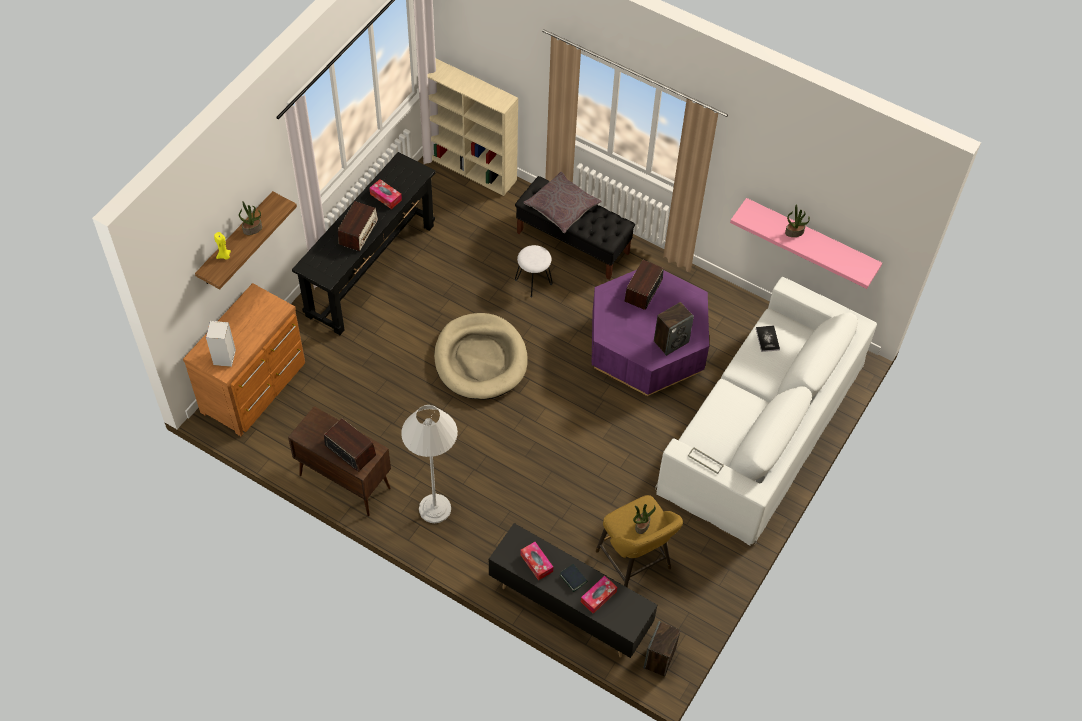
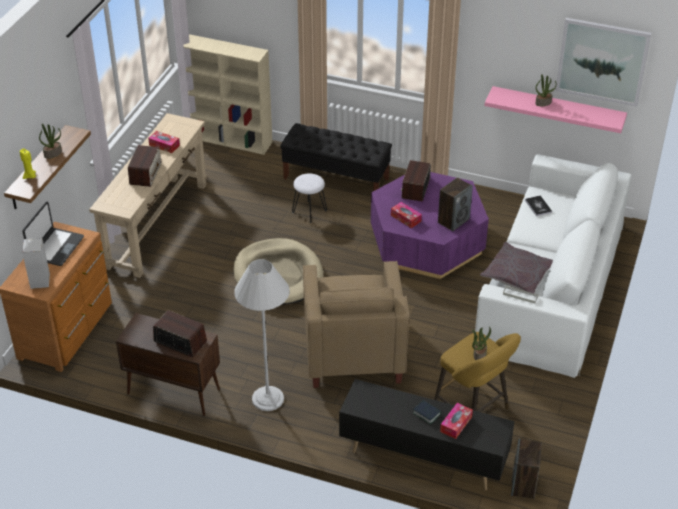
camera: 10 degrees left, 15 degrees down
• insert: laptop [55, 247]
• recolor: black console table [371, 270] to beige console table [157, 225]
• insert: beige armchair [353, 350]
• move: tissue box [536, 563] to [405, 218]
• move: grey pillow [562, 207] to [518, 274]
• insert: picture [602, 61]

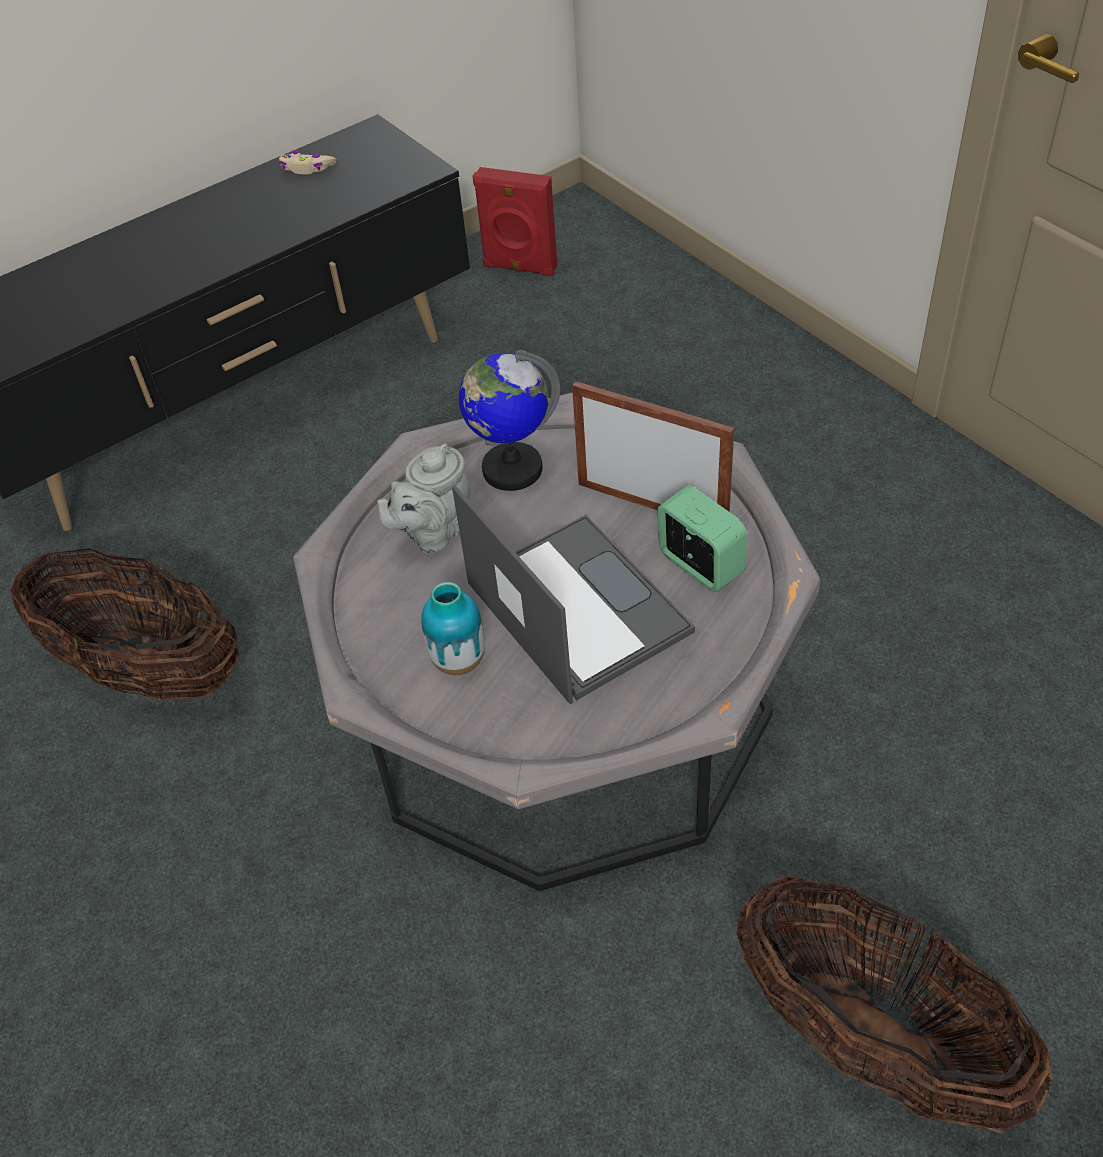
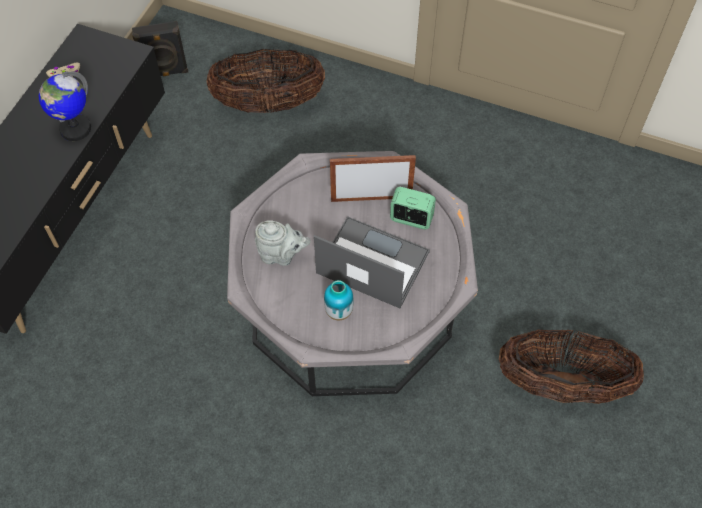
camera: 35 degrees left, 10 degrees up
• move: globe [511, 469] to [75, 129]
• recolor: red speaker [519, 268] to black speaker [166, 73]
• move: basket [148, 671] to [269, 104]
• rotate: grey teapot [434, 533] = [281, 255] 90 degrees counterclockwise

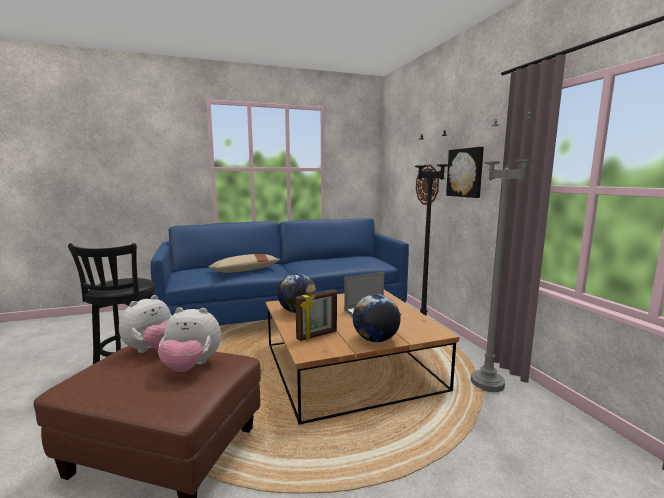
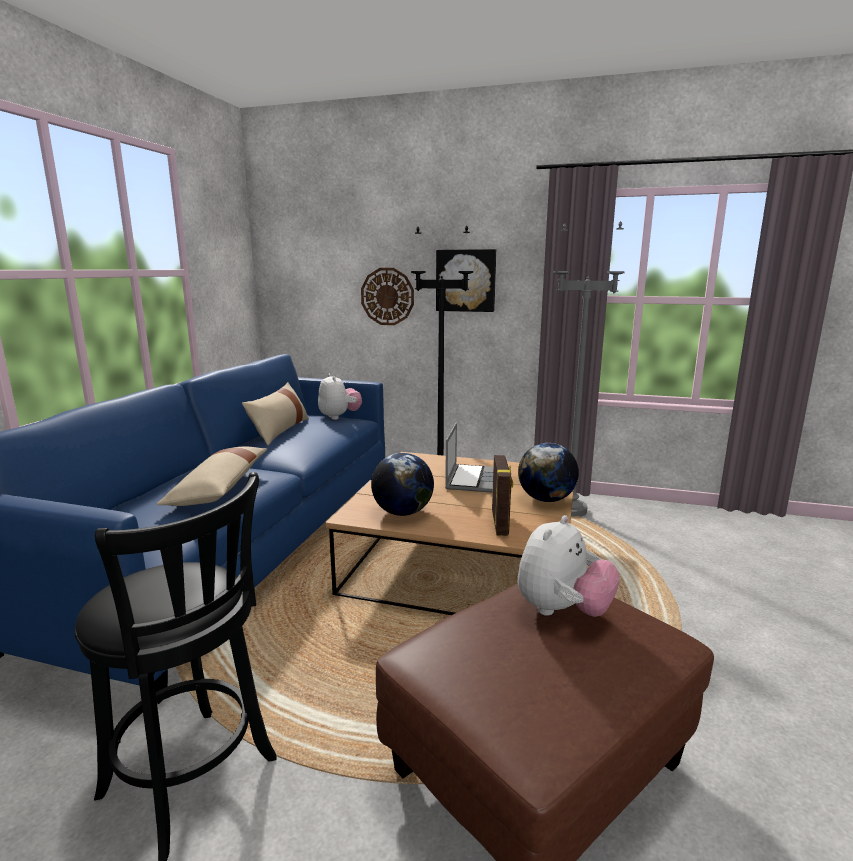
camera: 55 degrees left, 5 degrees up
• insert: beige pillow [280, 430]
• move: plush toy [153, 350] to [339, 417]

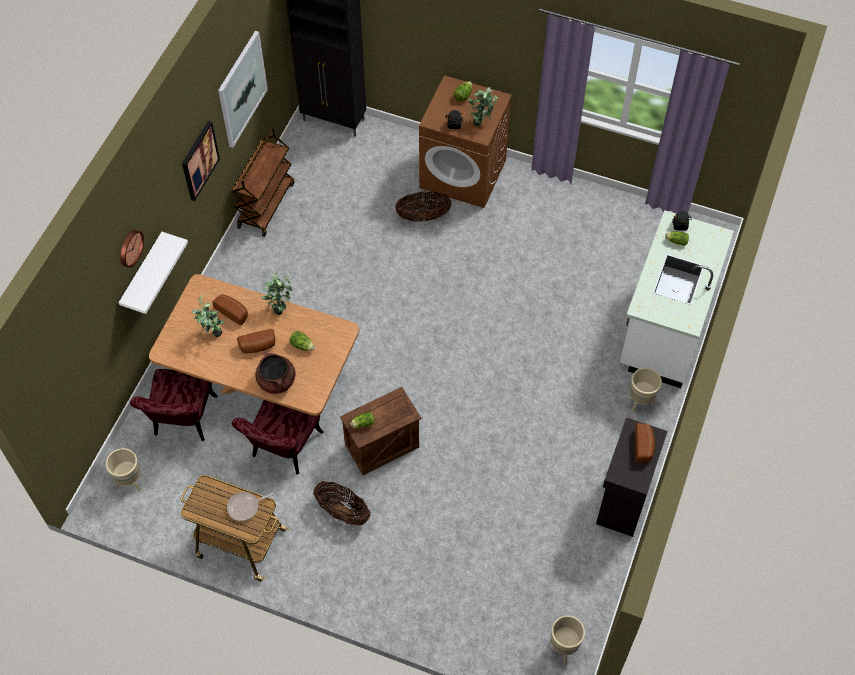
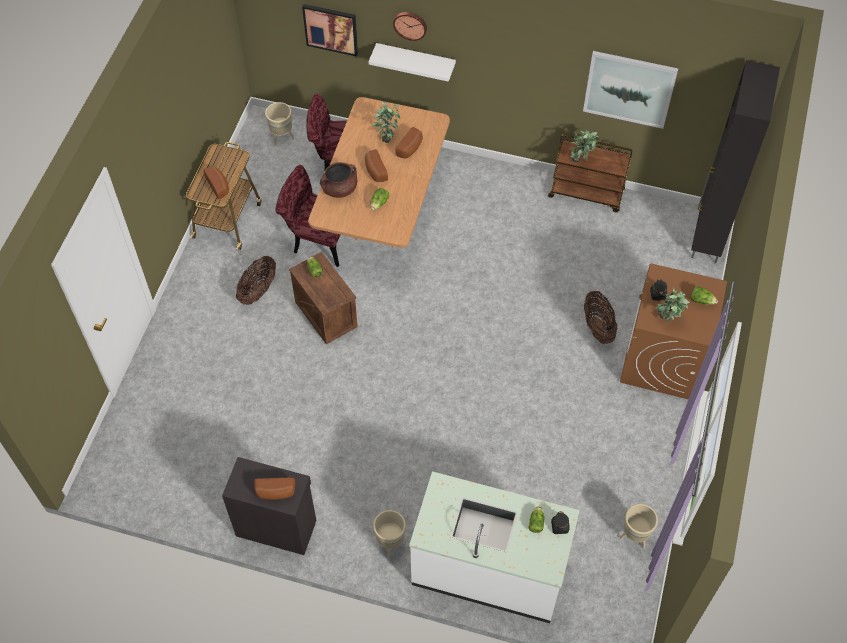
camera: 85 degrees right, 0 degrees up
• replace: frying pan [245, 507] to bread [219, 185]
• move: picture [199, 160] to [331, 29]
• move: potted plant [280, 307] to [581, 160]
• move: beige planter [563, 648] to [634, 536]

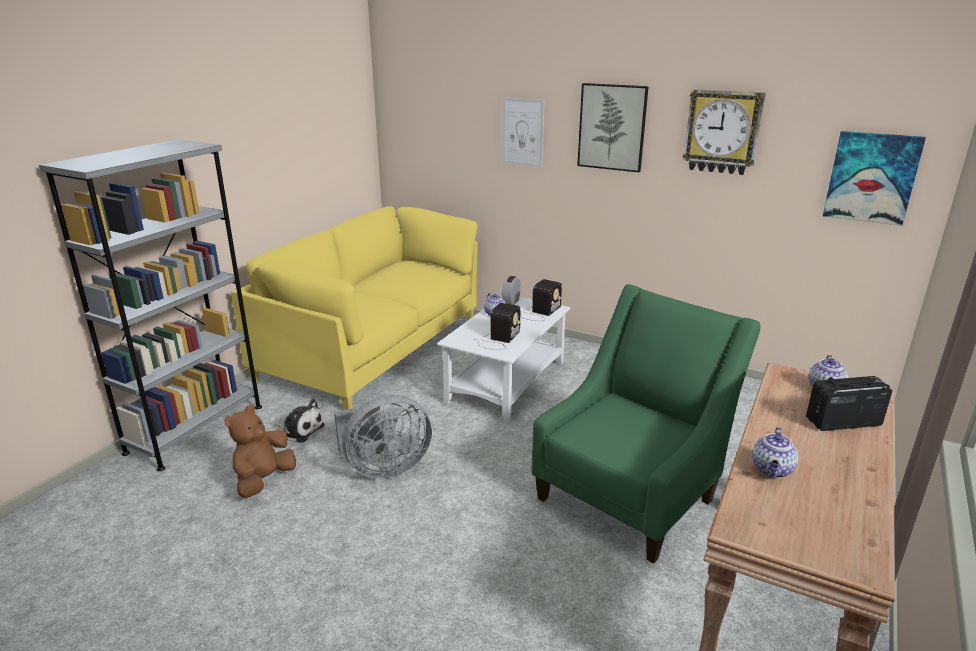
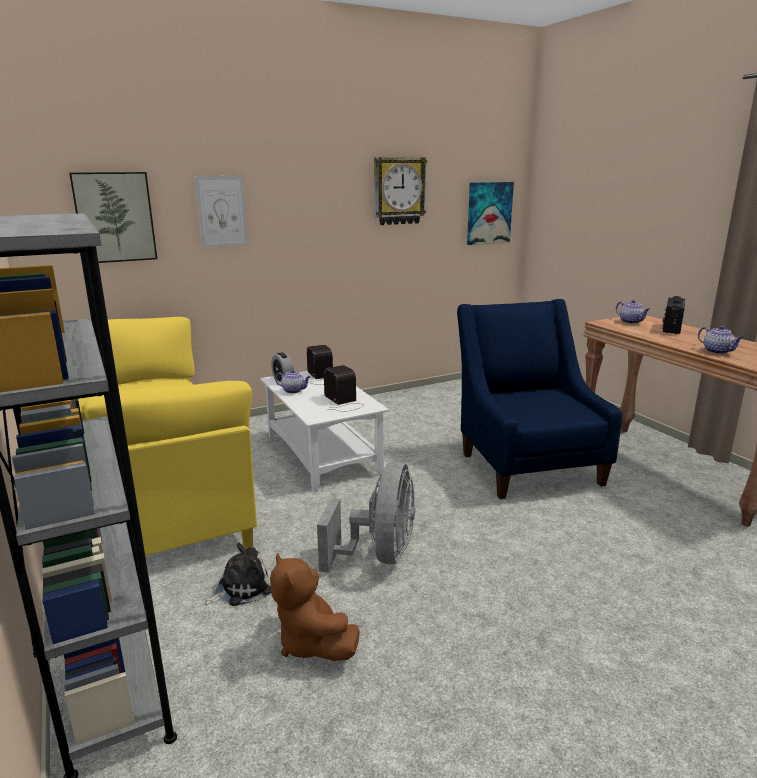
camera: 55 degrees left, 5 degrees down
• move: picture [612, 127] to [114, 217]
• recolor: green armchair [632, 493] to blue armchair [526, 464]

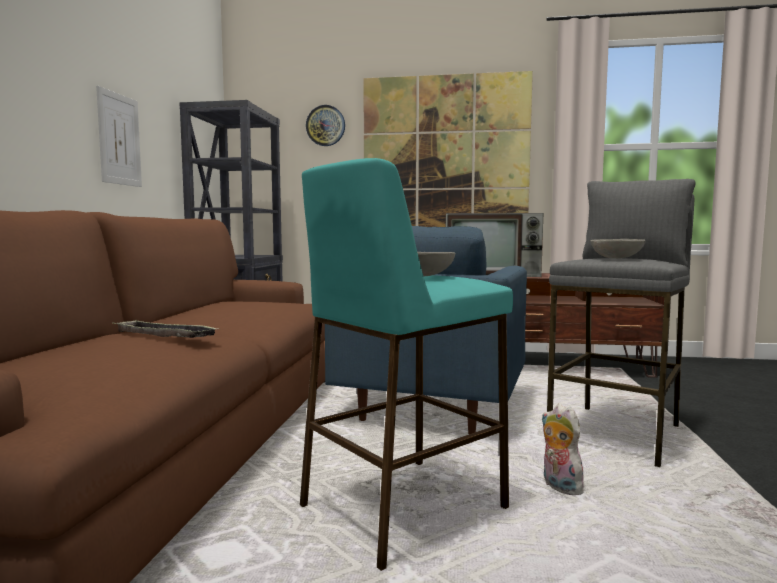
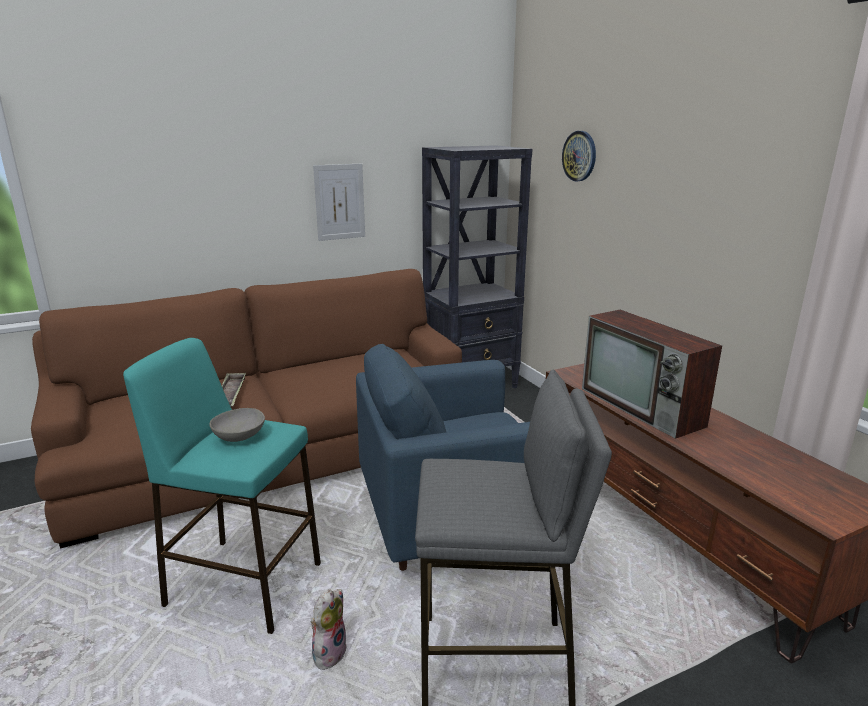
camera: 55 degrees right, 15 degrees up
• delete: picture [445, 160]
• delete: grey bowl [617, 258]

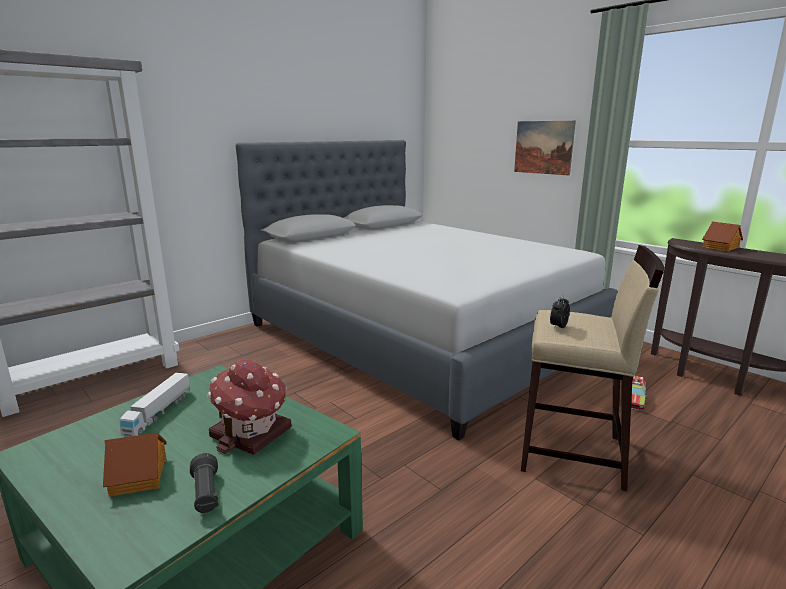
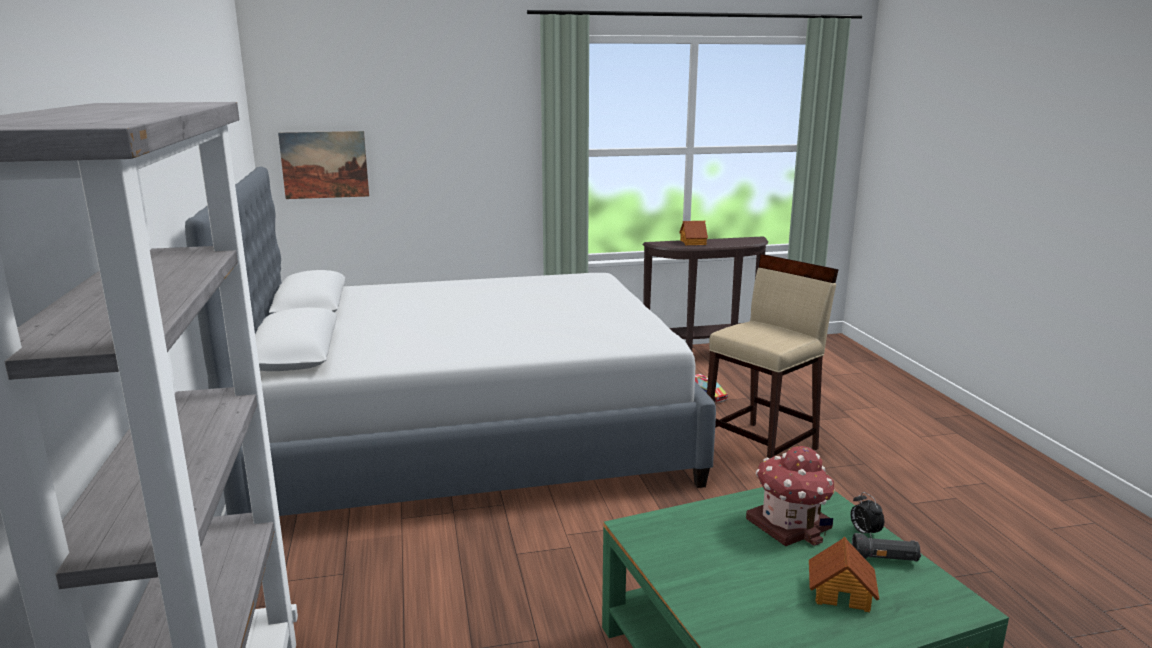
camera: 60 degrees left, 0 degrees up
• move: picture [543, 147] to [324, 165]
• move: alarm clock [558, 327] to [864, 532]
• delete: toy truck [159, 413]

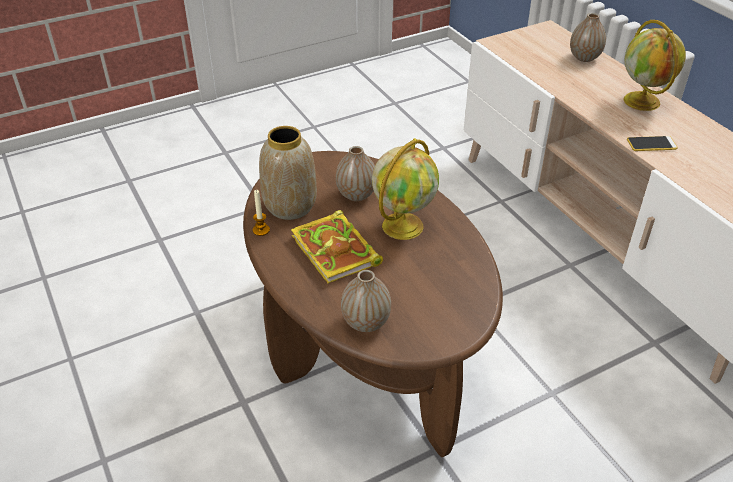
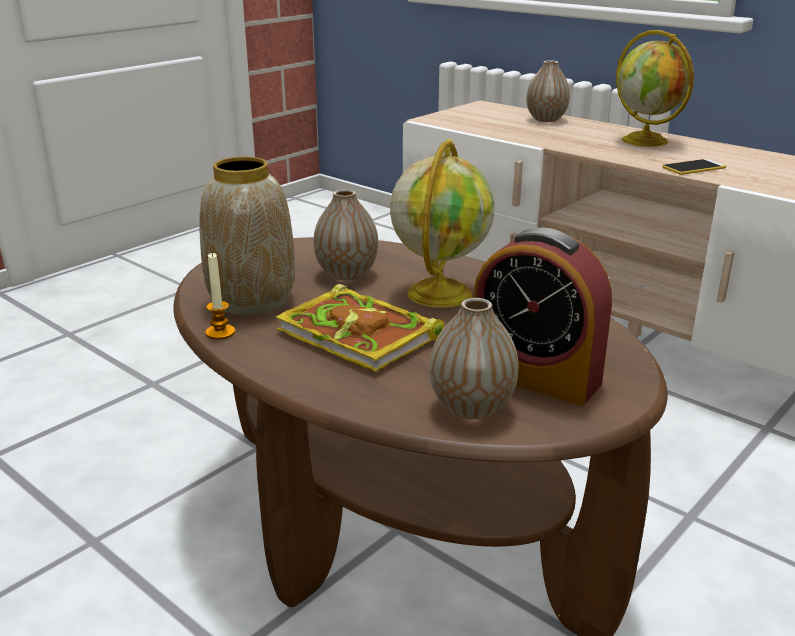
camera: 20 degrees left, 15 degrees down
• insert: alarm clock [535, 376]

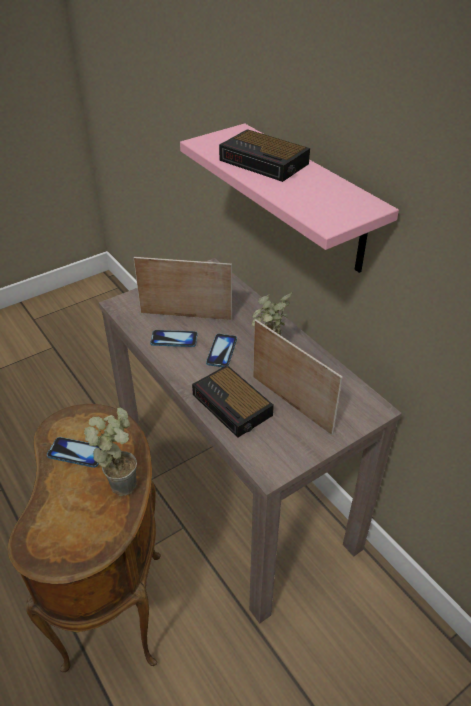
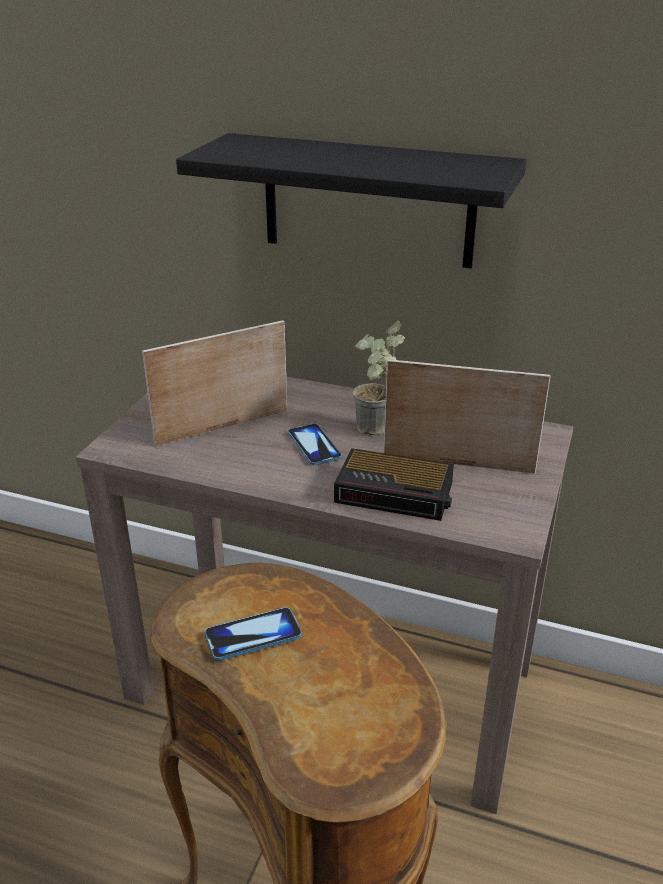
camera: 35 degrees left, 10 degrees down
• recolor: pink shelf [309, 199] to black shelf [368, 201]
• delete: potted plant [122, 480]
• delete: phone [174, 339]
• delete: alarm clock [265, 162]

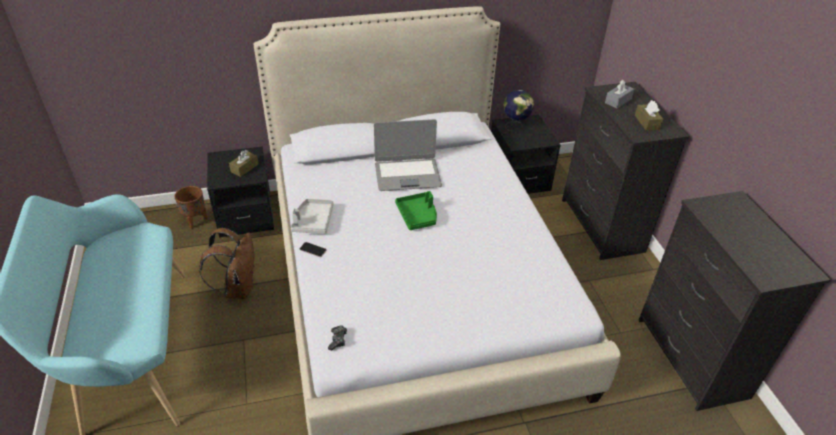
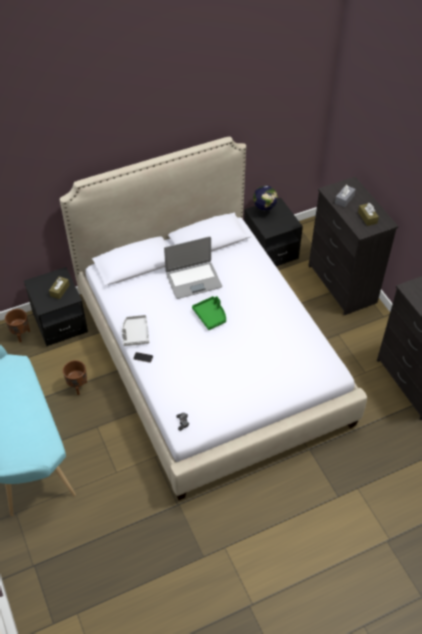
camera: 10 degrees left, 10 degrees up
• replace: brown backpack [238, 288] to brown planter [78, 386]

